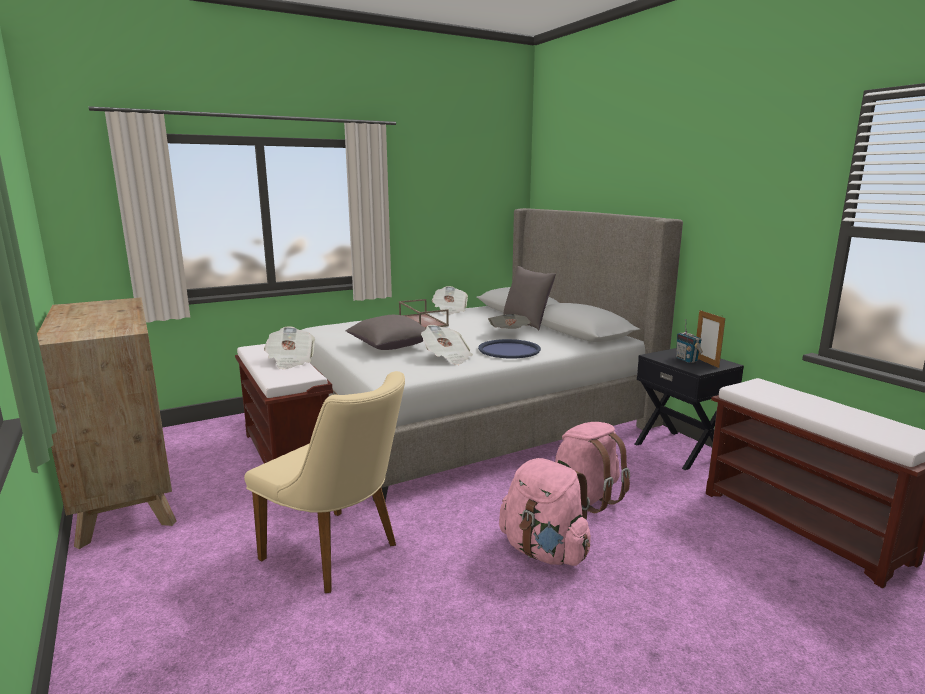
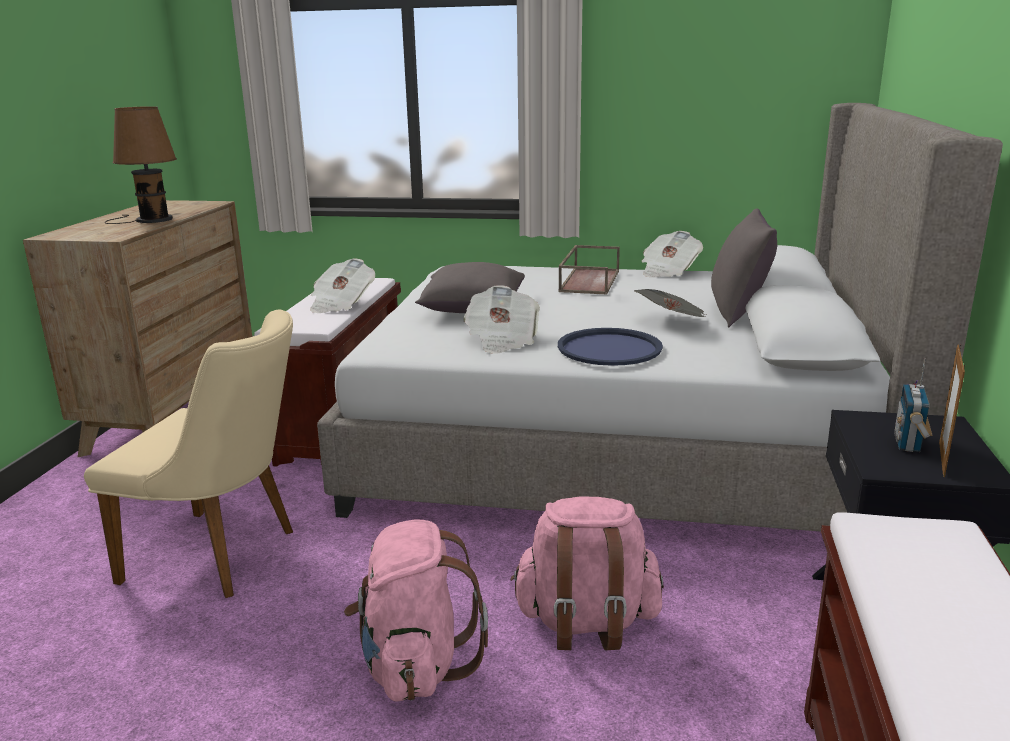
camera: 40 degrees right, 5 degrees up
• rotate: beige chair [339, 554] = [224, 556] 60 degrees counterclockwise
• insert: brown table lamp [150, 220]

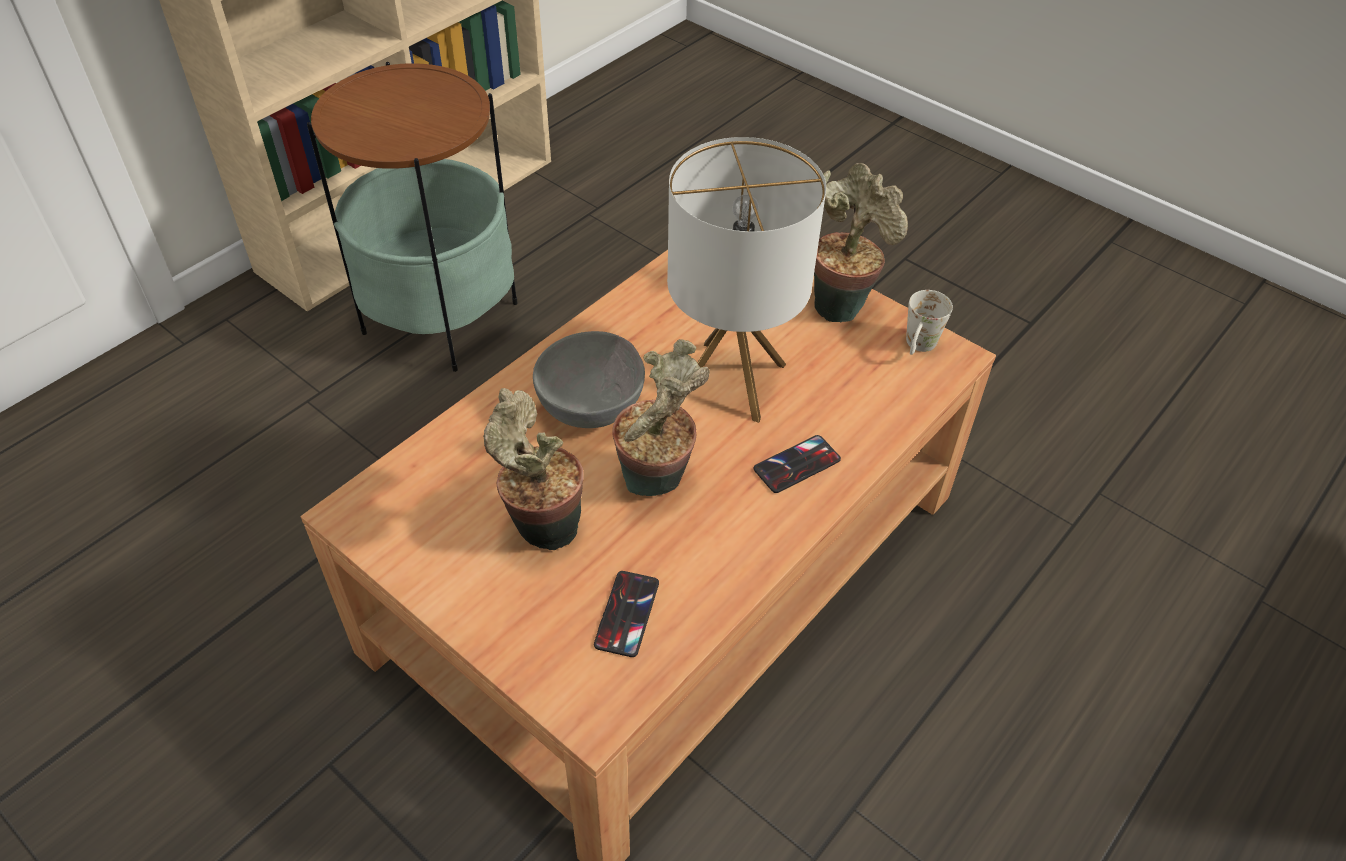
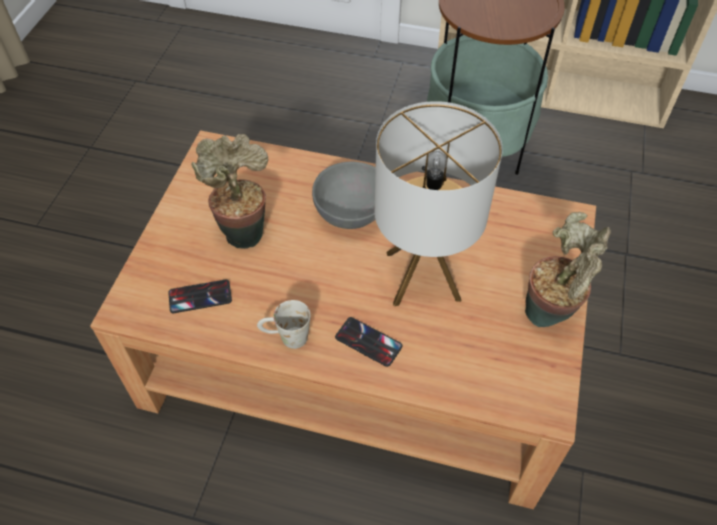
camera: 65 degrees right, 5 degrees up
• move: white mug [918, 348] to [286, 338]
• delete: potted plant [657, 484]

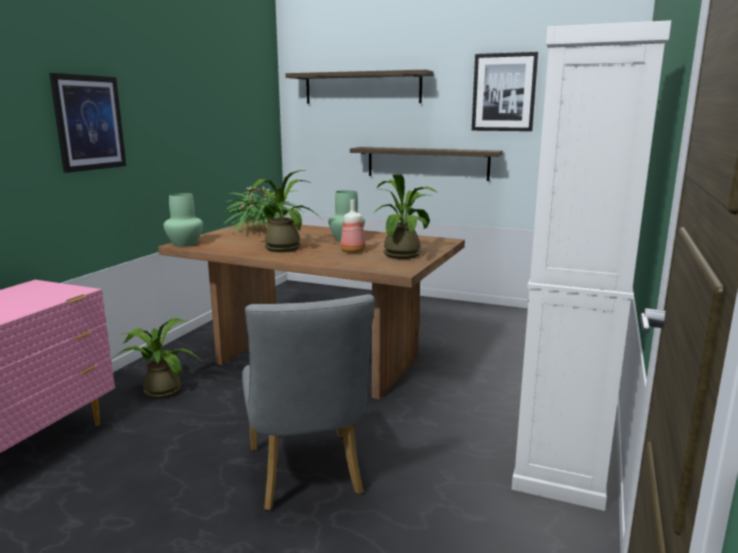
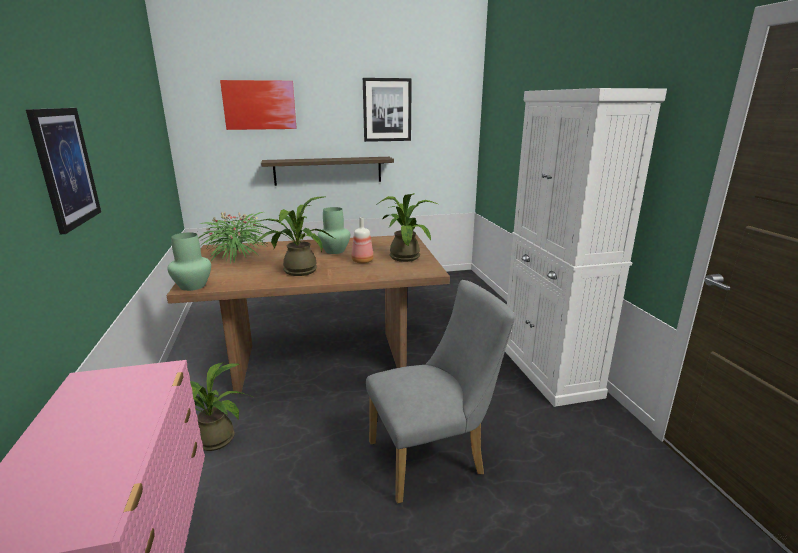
camera: 35 degrees left, 5 degrees up
• replace: shelf [362, 88] to picture [259, 105]
• rotate: grey chair [307, 476] = [433, 457] 60 degrees counterclockwise

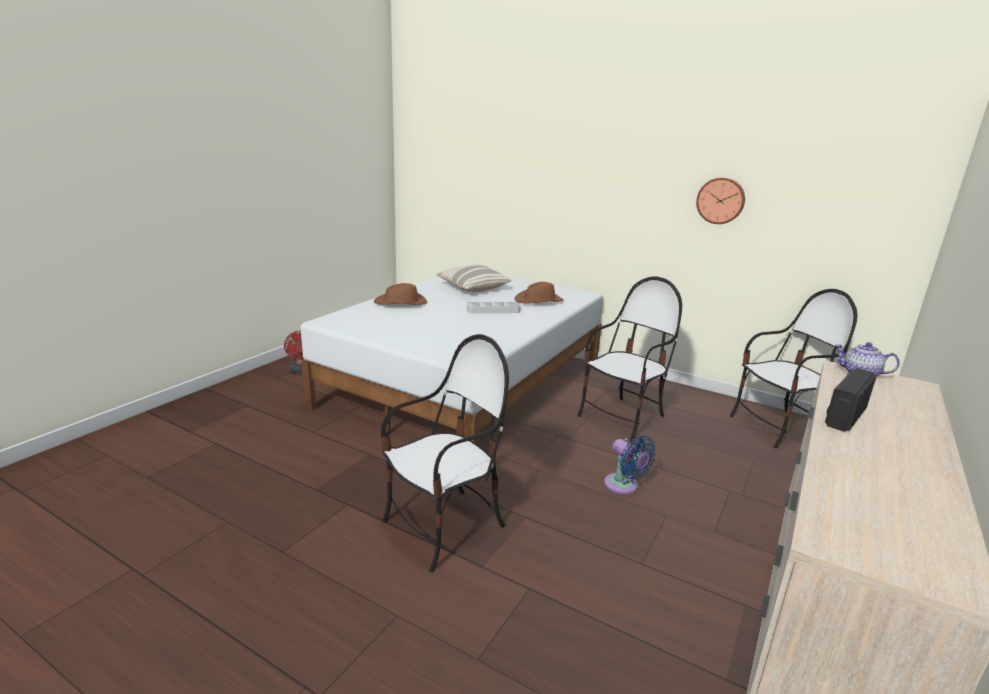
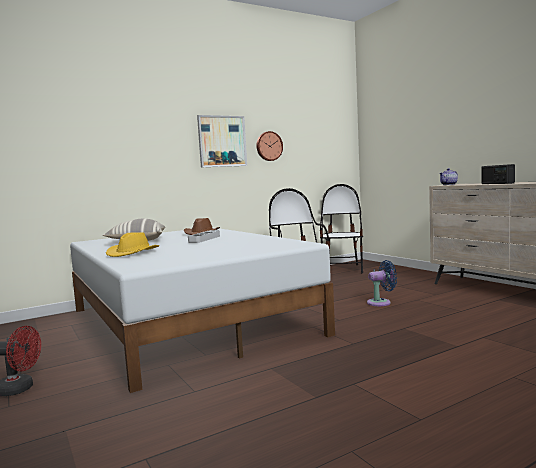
camera: 60 degrees left, 15 degrees down
• recolor: brown hat [401, 303] to yellow hat [133, 253]
• insert: picture [222, 141]
• delete: chair [444, 527]

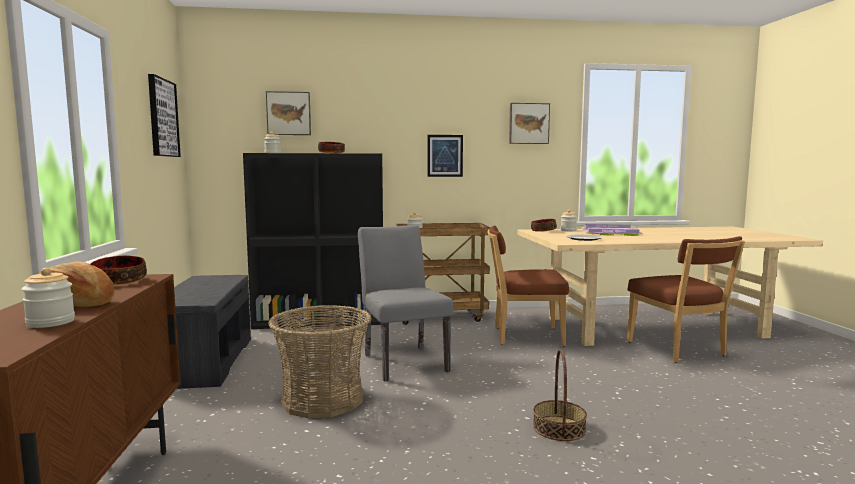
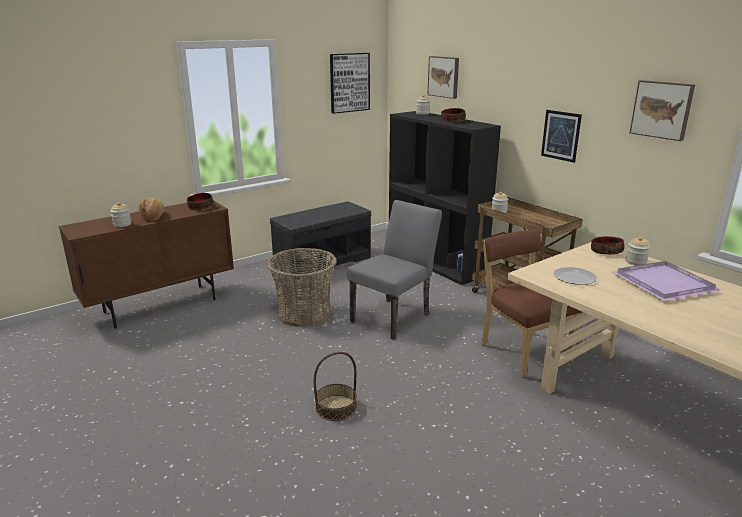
camera: 60 degrees right, 15 degrees up
• delete: brown chair [678, 350]

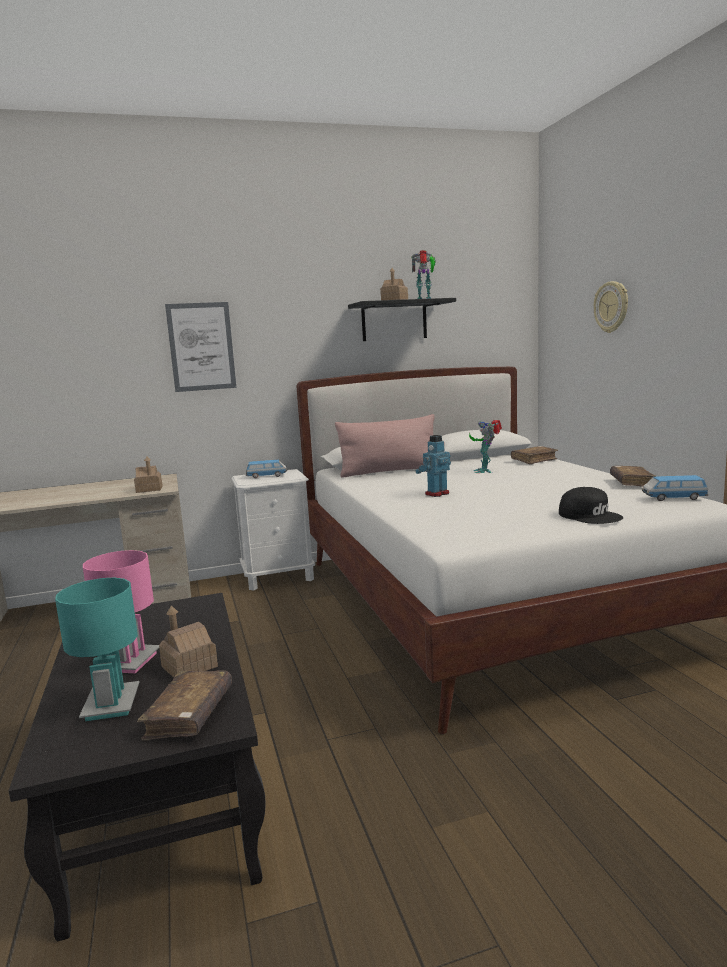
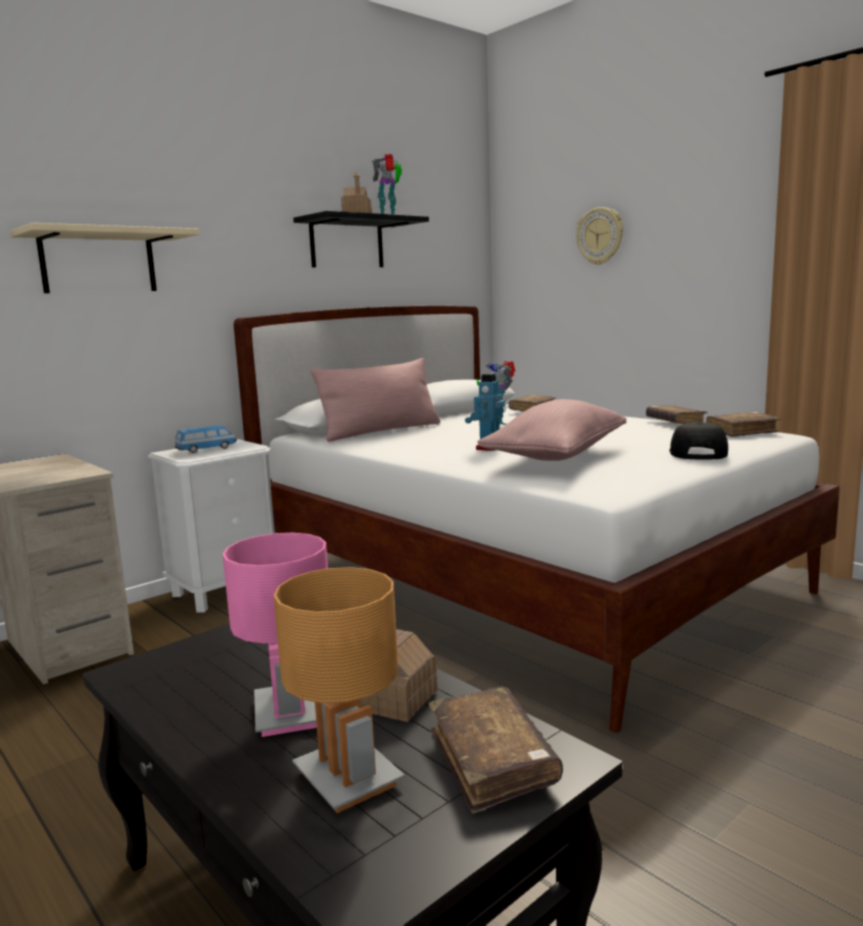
camera: 25 degrees left, 0 degrees up
• replace: picture [201, 347] to beige shelf [98, 262]
• recolor: turquoise table lamp [110, 705] to brown table lamp [346, 779]
• insert: pink pillow [556, 456]
• rotate: black cap [590, 515] = [696, 453] 105 degrees counterclockwise
• replace: toy car [673, 498] to brown book [742, 432]
• delete: toy house [149, 489]

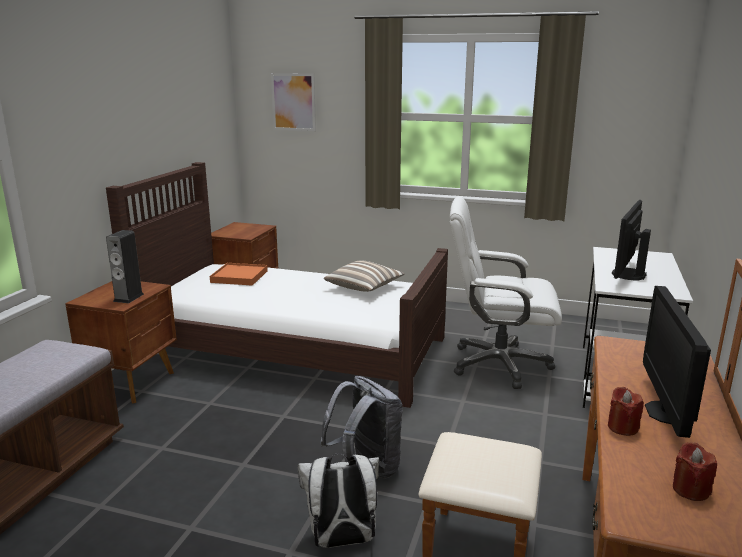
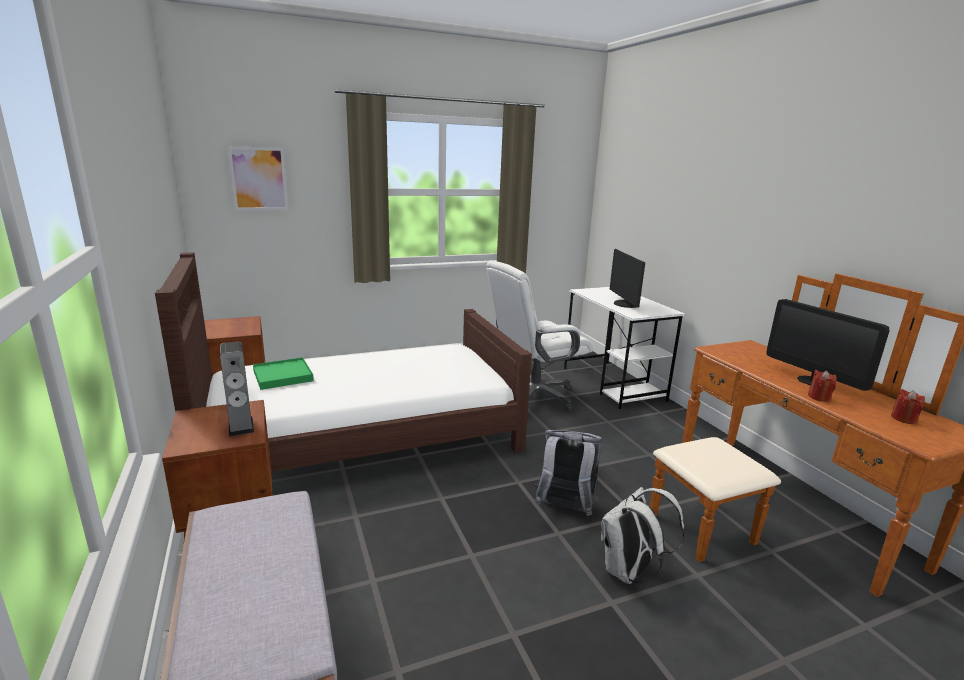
camera: 40 degrees left, 0 degrees up
• recolor: orange tray [239, 276] to green tray [282, 376]
• delete: pillow [364, 287]

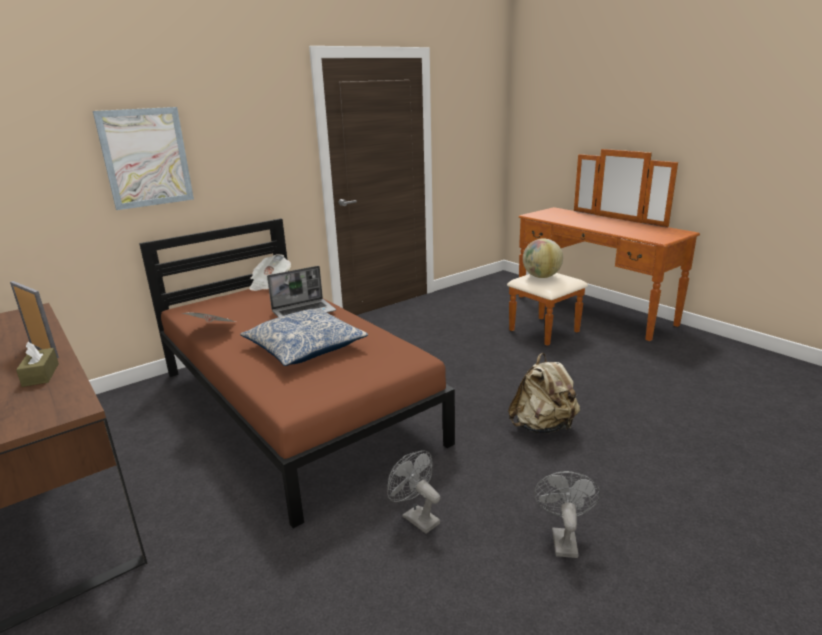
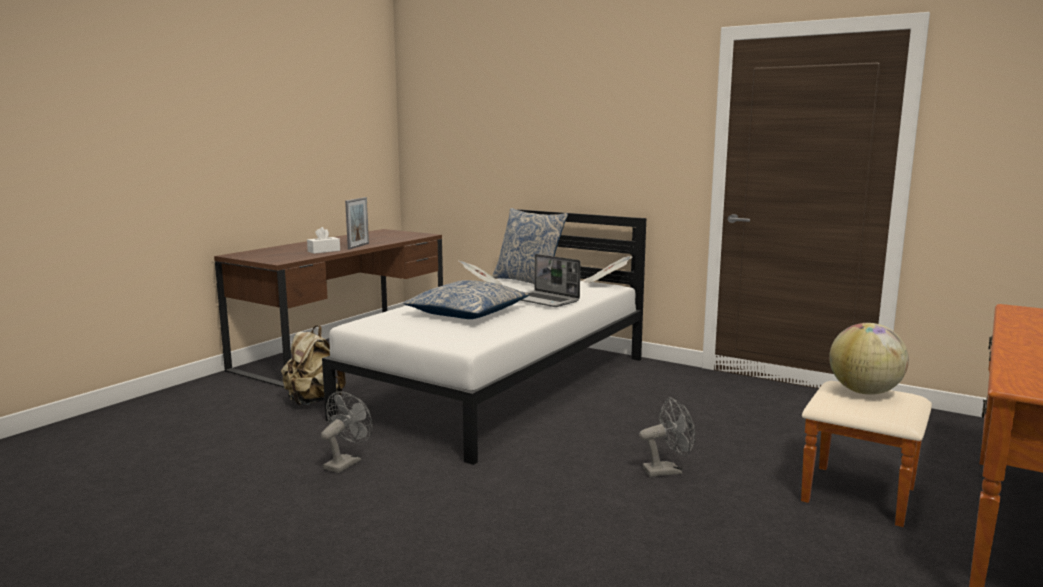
camera: 70 degrees right, 10 degrees down
• move: beige backpack [542, 426] to [313, 402]
• recolor: brown tissue box [41, 375] to white tissue box [324, 251]
• recolor: brown bed [295, 405] to white bed [502, 386]
• insert: pillow [528, 281]
• move: grey fan [563, 539] to [667, 470]
• delete: picture [146, 158]

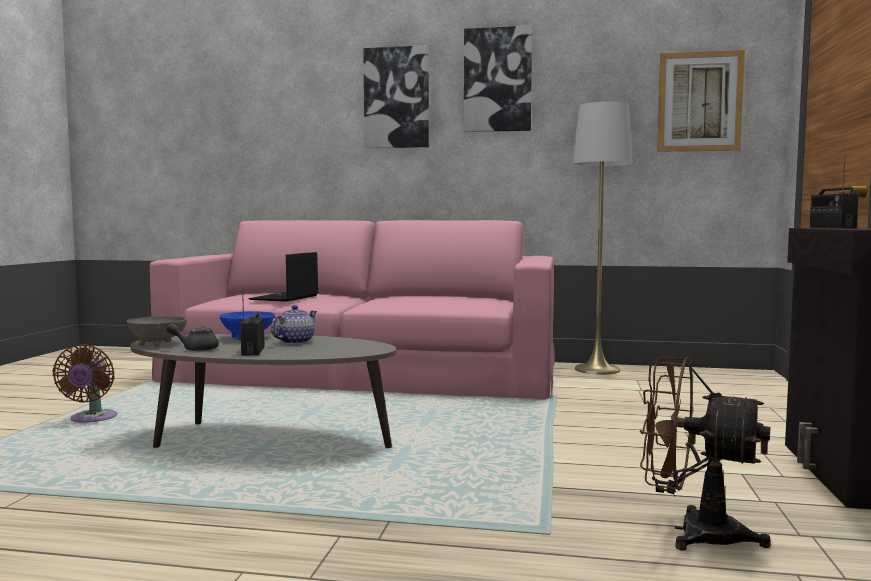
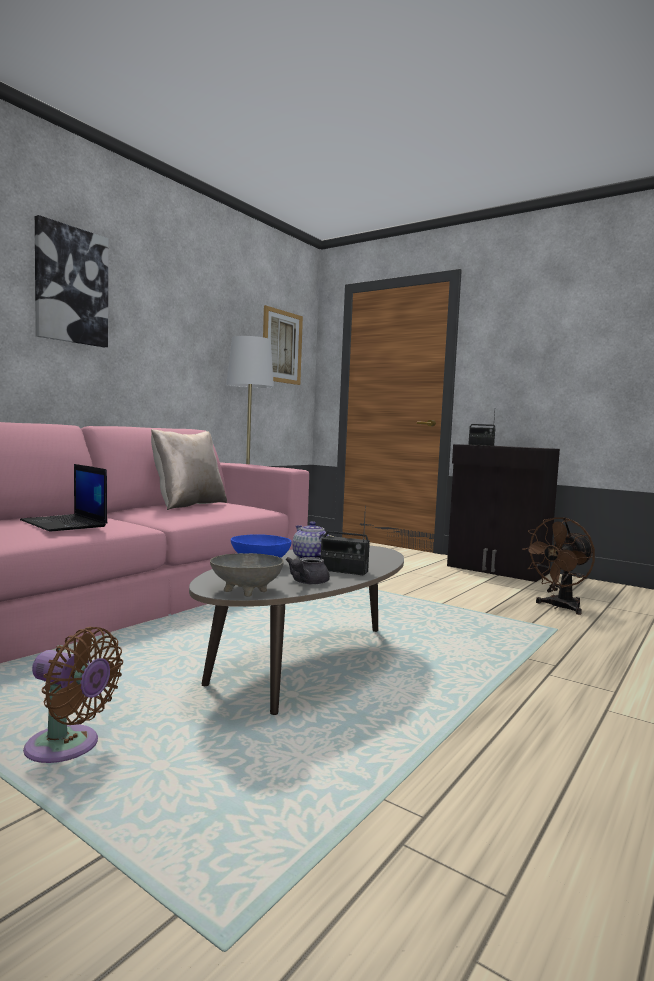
camera: 65 degrees left, 0 degrees up
• insert: beige pillow [188, 505]
• delete: picture [497, 80]

